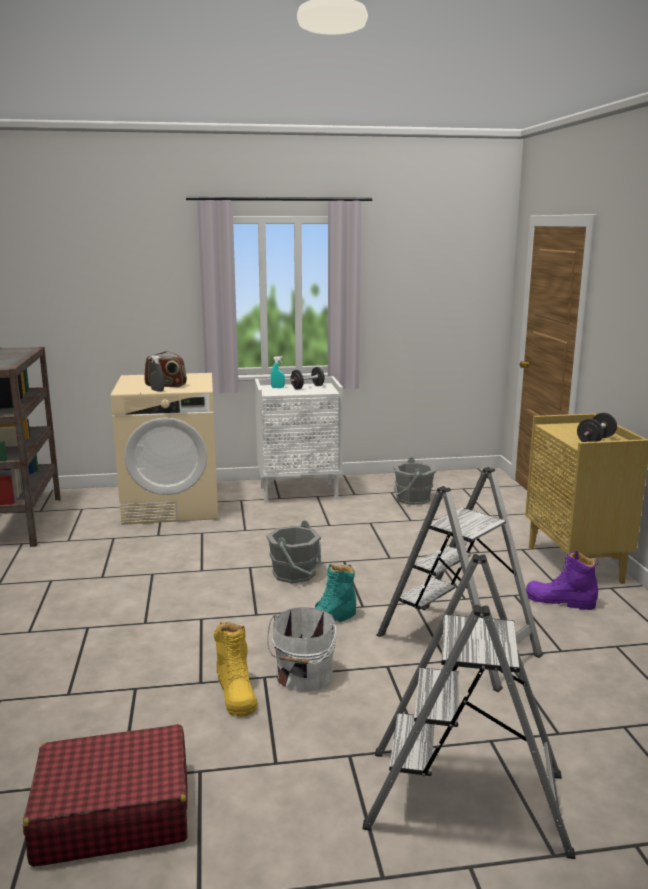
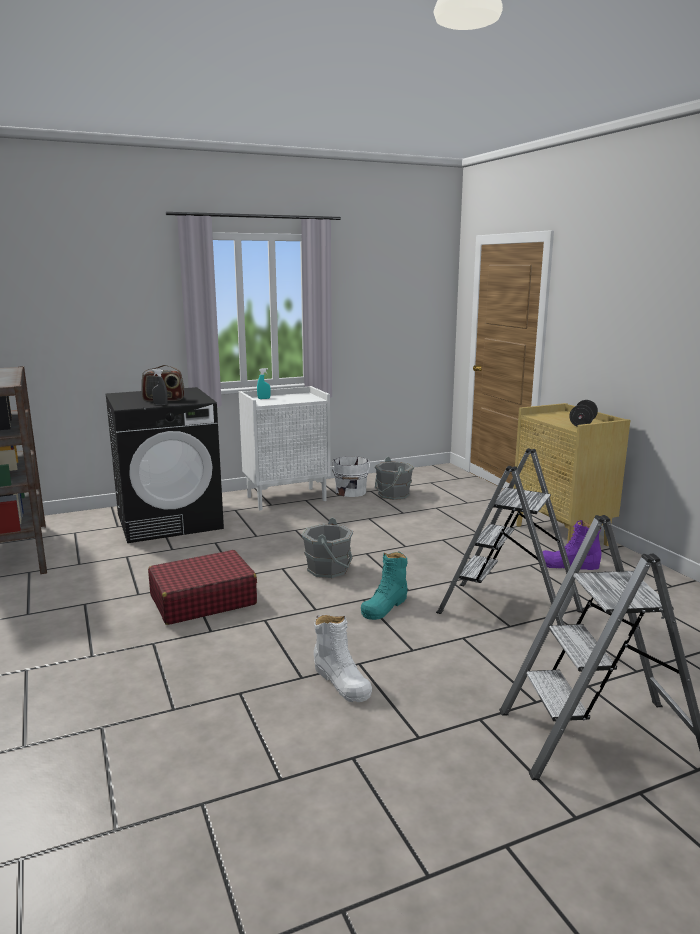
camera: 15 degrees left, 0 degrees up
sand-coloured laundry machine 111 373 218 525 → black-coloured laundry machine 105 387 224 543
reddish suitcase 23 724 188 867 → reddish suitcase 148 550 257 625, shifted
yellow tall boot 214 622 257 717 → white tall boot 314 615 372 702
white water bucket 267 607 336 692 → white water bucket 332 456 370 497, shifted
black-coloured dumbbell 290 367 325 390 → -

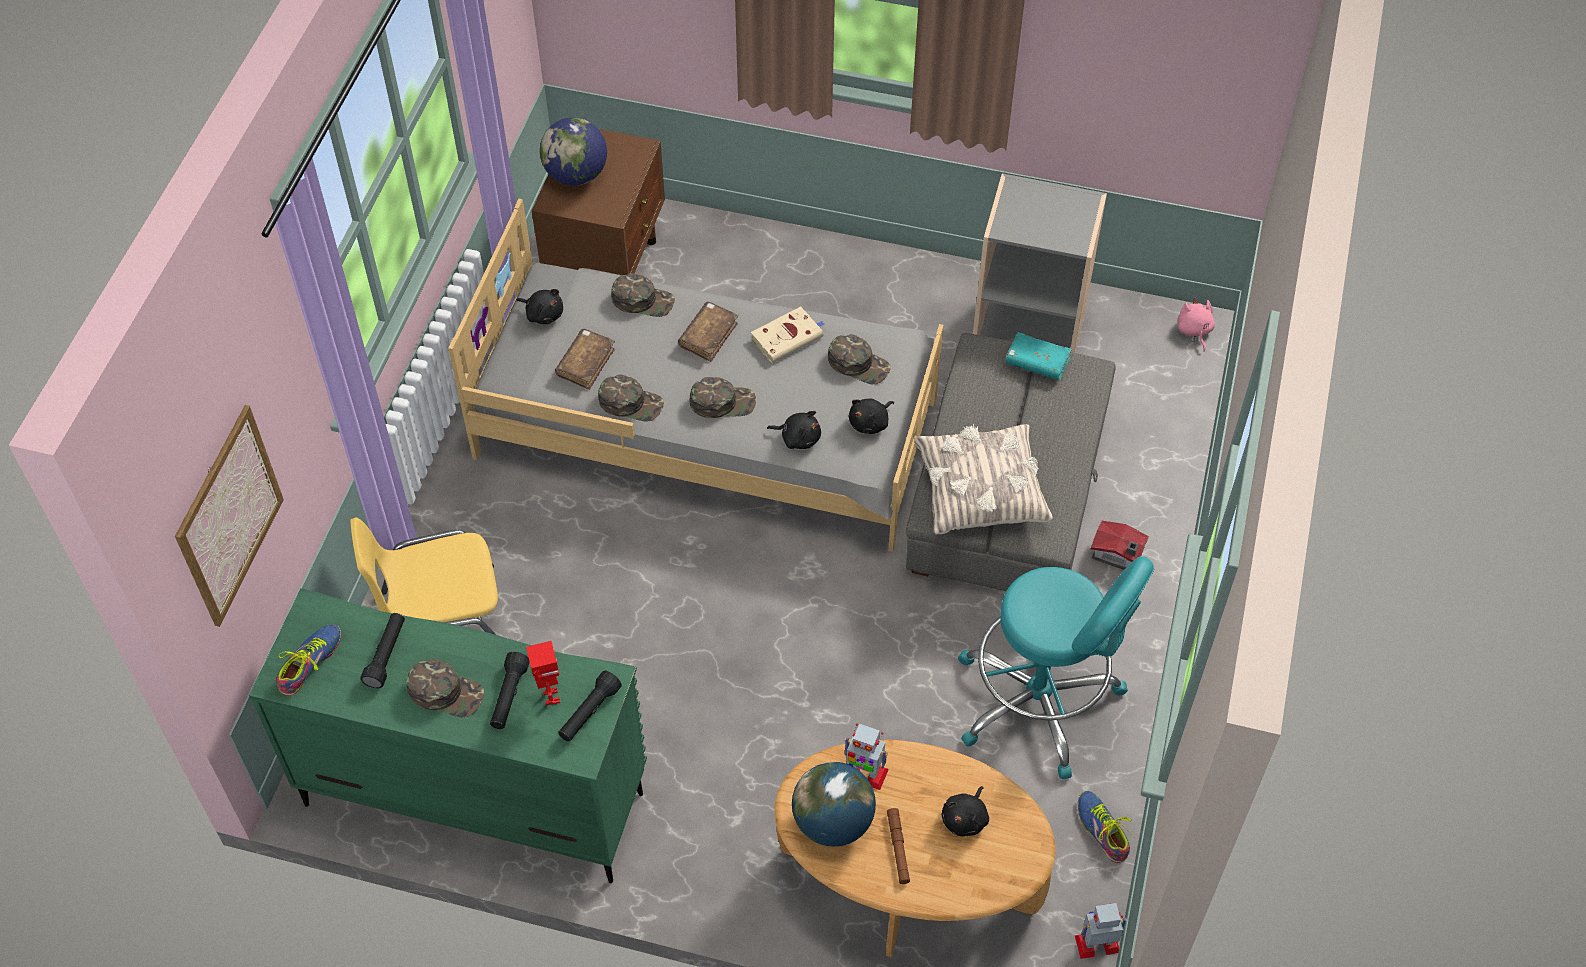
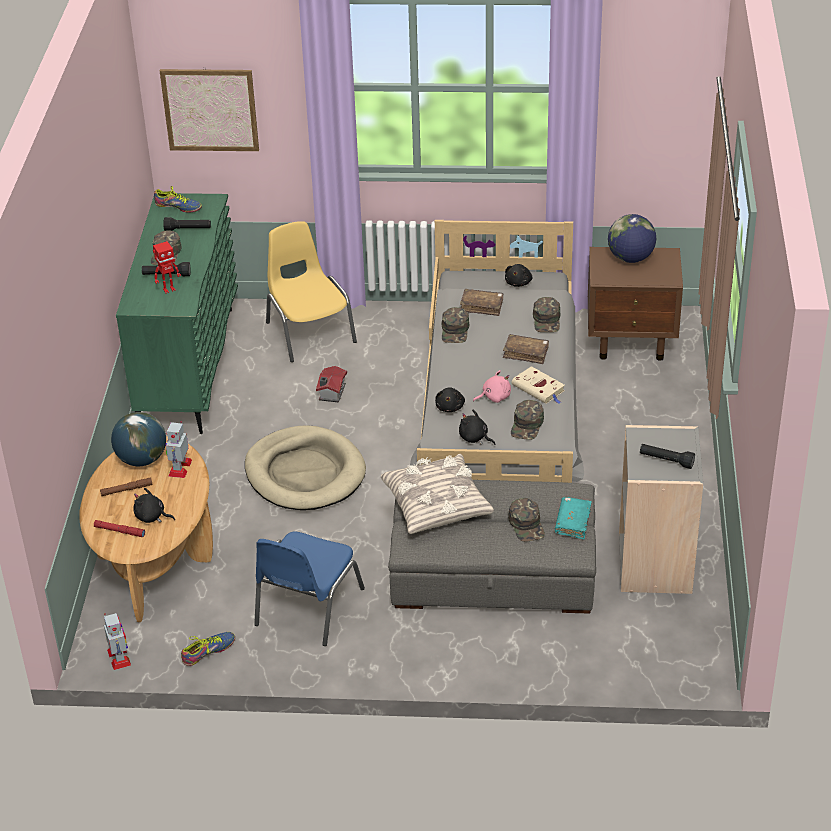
camera: 80 degrees right, 15 degrees down
- → reddish flashlight 94 520 145 537
- → sand-coloured pet bed 245 425 366 510
turquoise-coloured sitting stool 958 556 1154 779 → blue plain chair 254 531 365 646
model house 1091 521 1149 570 → model house 316 366 347 403, shifted
pink plush toy 1178 297 1215 352 → pink plush toy 473 370 511 403, shifted
green-coloured peaked cap 689 377 756 418 → green-coloured peaked cap 508 498 545 542, shifted
black-coloured flashlight 558 671 622 742 → black-coloured flashlight 640 444 695 469, shifted

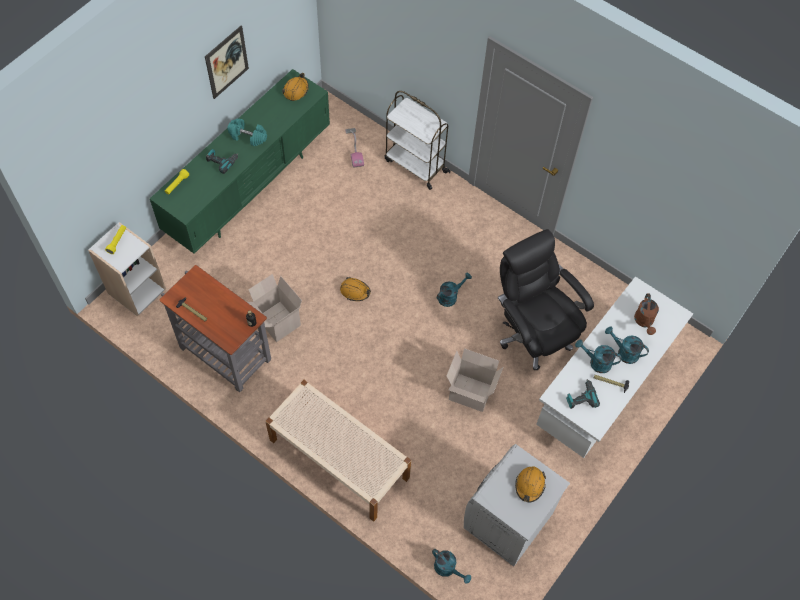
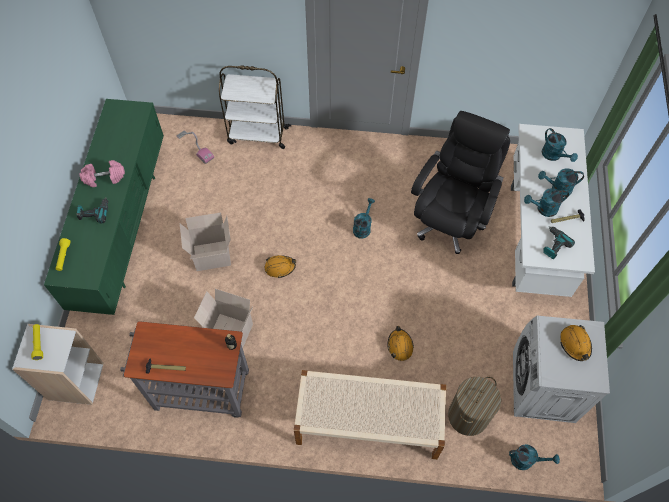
camera: 30 degrees left, 0 degrees up
turquoise-coloured dumbbell 227 118 267 146 → pink dumbbell 80 160 125 187
packing box 447 348 503 412 → packing box 180 212 231 271, shifted
orange-coloured safety helmet 282 73 309 101 → orange-coloured safety helmet 387 326 414 361, shifted
black-coloured desk chair 498 229 594 371 → black-coloured desk chair 411 111 510 254, 90 degrees clockwise
- → laundry basket 448 377 501 436
brown watering pot 634 293 659 335 → turquoise-coloured watering pot 542 128 578 162
picture 205 25 249 99 → -

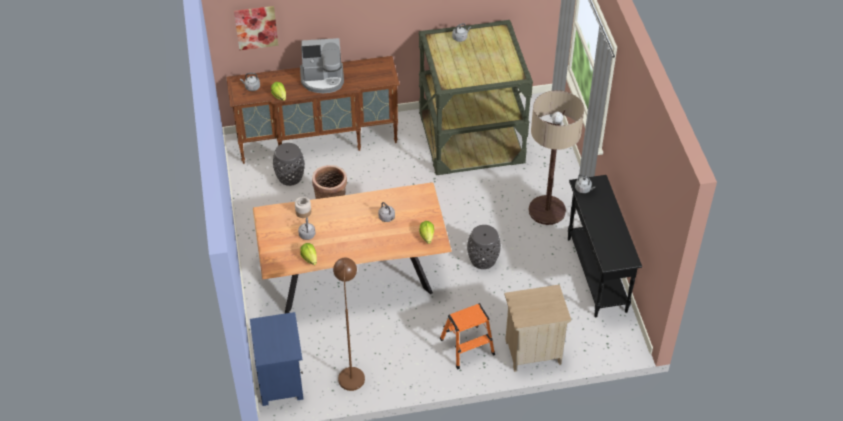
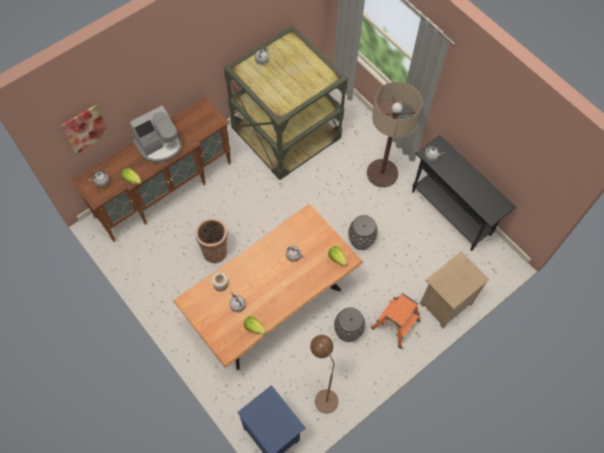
camera: 30 degrees left, 15 degrees up
greyish sitting stool 273 143 305 186 → greyish sitting stool 334 307 365 342, shifted

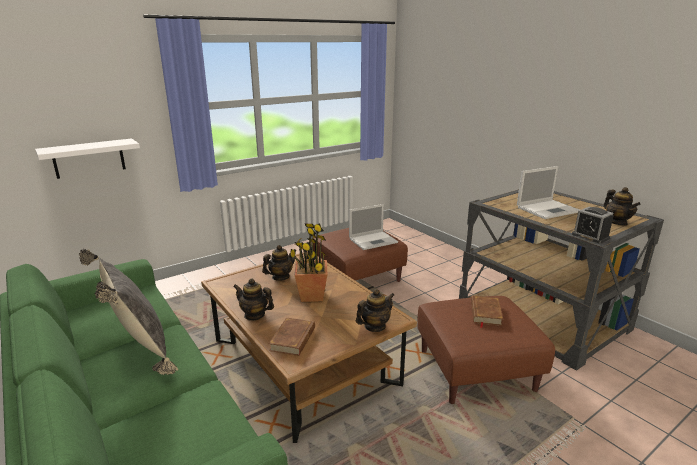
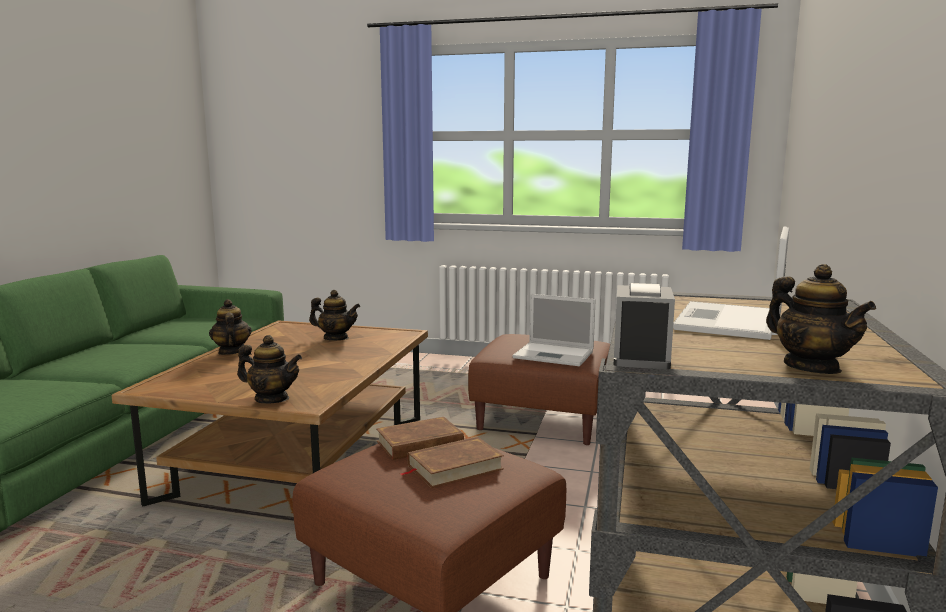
camera: 50 degrees right, 10 degrees down
brown volume 269 318 315 356 → brown volume 376 417 464 460, shifted
laptop 517 166 580 219 → laptop 673 226 789 340, 90 degrees clockwise
teapot 604 187 641 225 → teapot 766 264 876 374, 60 degrees counterclockwise
white shelf 35 138 140 179 → -
pillow 79 248 178 375 → -
potted plant 289 223 328 302 → -

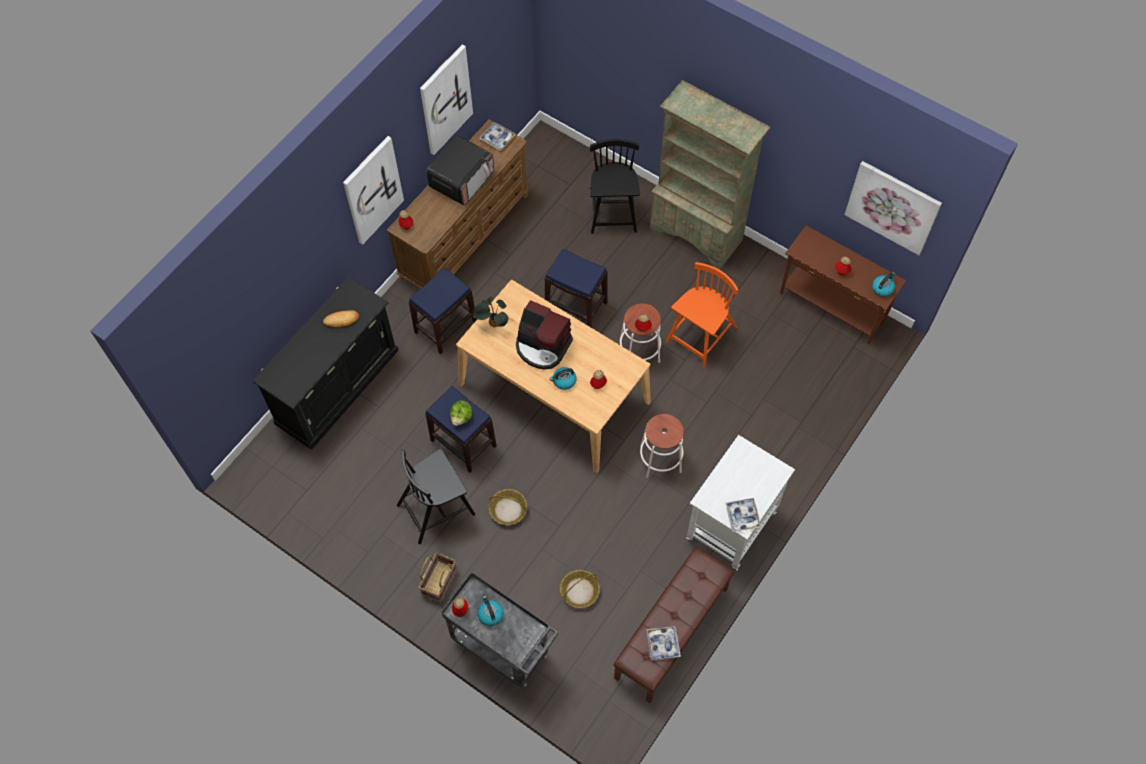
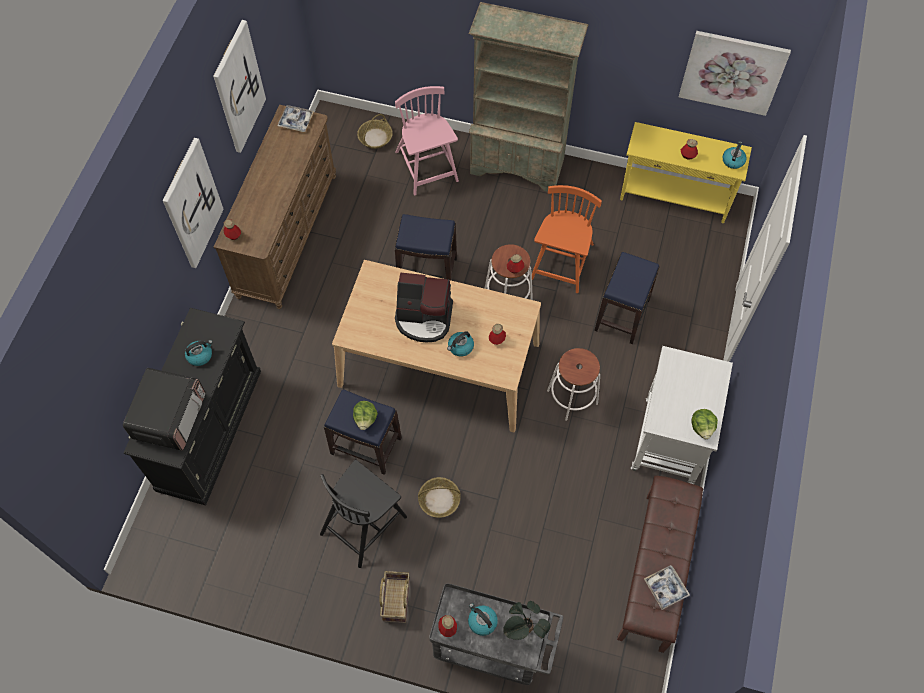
camera: 20 degrees left, 0 degrees up
microwave oven 426 135 494 206 → microwave oven 123 368 205 451, shifted
bread 323 310 359 327 → kettle 185 340 213 366
basket 560 570 600 608 → basket 357 114 393 149, shifted
black-coloured plain chair 590 139 640 234 → pink plain chair 395 86 459 195
potted plant 473 296 508 327 → potted plant 503 601 551 640, shifted
sitting stool 409 268 477 354 → sitting stool 594 252 659 344, shifted
brown console table 780 225 906 344 → yellow console table 620 122 752 223
serving tray 725 498 761 532 → head of lettuce 691 409 718 439

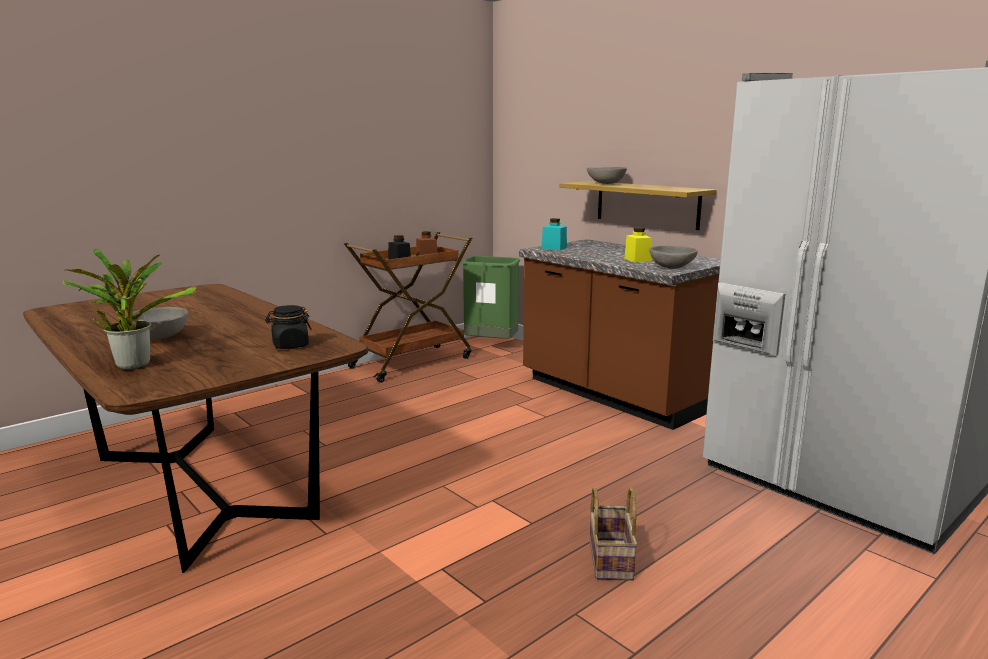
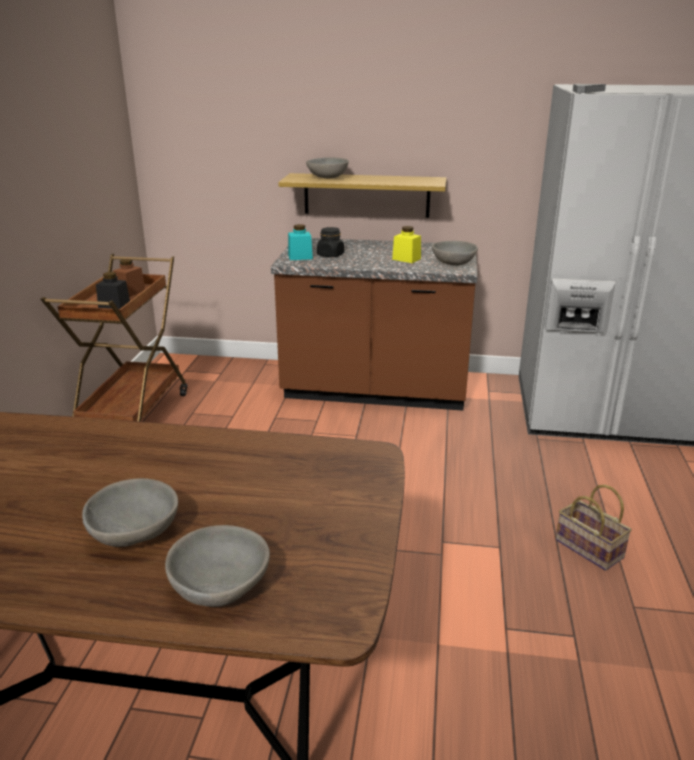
camera: 40 degrees left, 10 degrees up
potted plant 63 249 197 370 → greyish serving bowl 165 525 270 607
black-coloured storage jar 265 305 312 349 → black-coloured storage jar 317 227 344 257, shifted
green-coloured trash can 462 256 520 339 → -

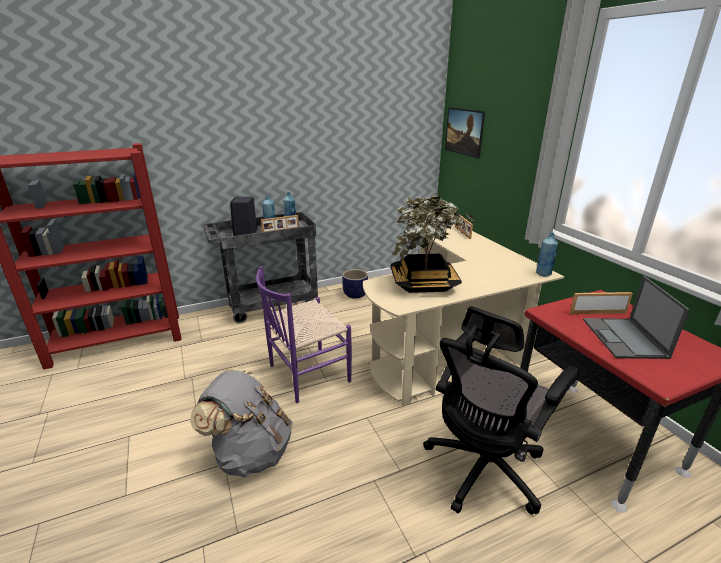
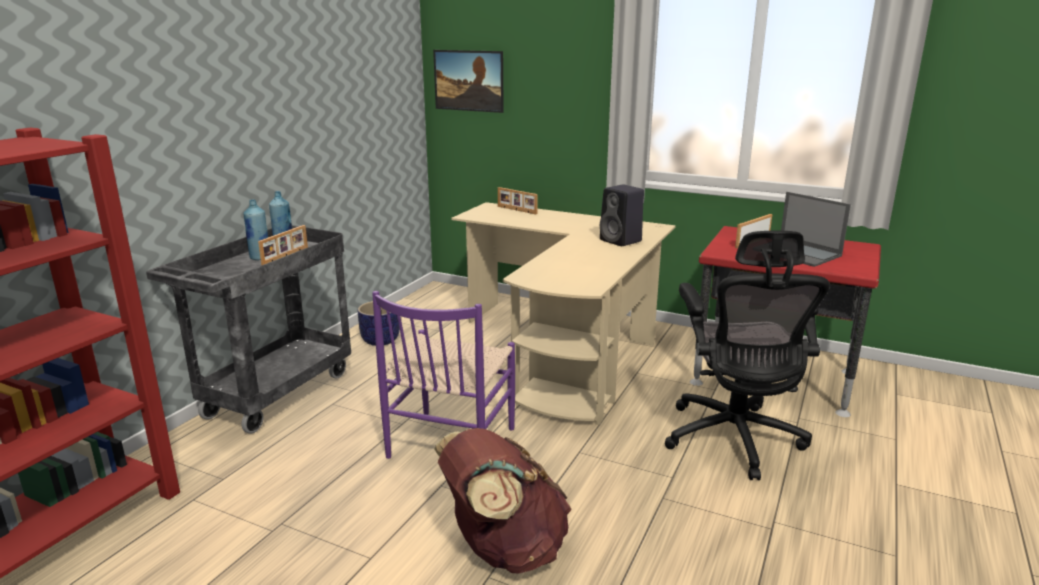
camera: 40 degrees left, 5 degrees down
greyish rucksack 190 368 293 477 → brown rucksack 434 428 572 574
black-coloured speaker 230 197 257 236 → black-coloured speaker 600 184 644 246, shifted
potted plant 391 195 474 293 → -
blue bottle 536 232 558 276 → -

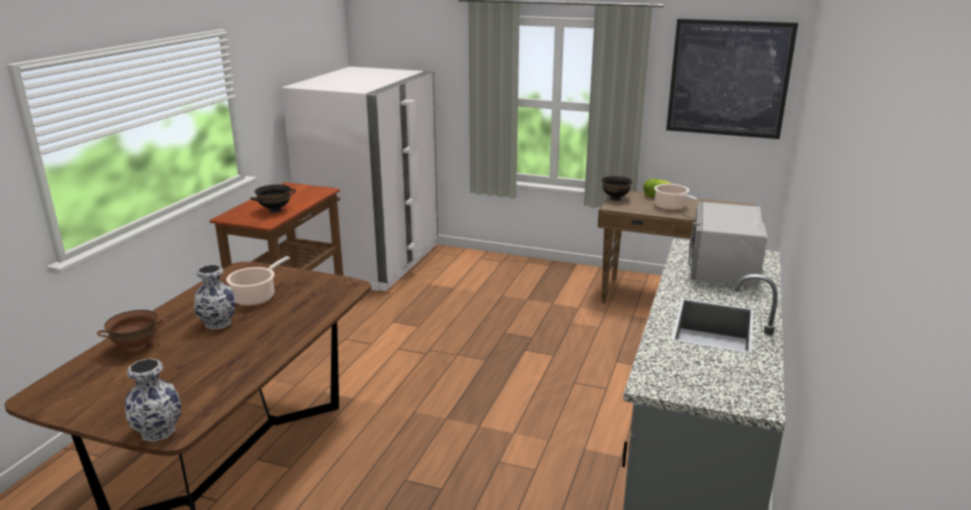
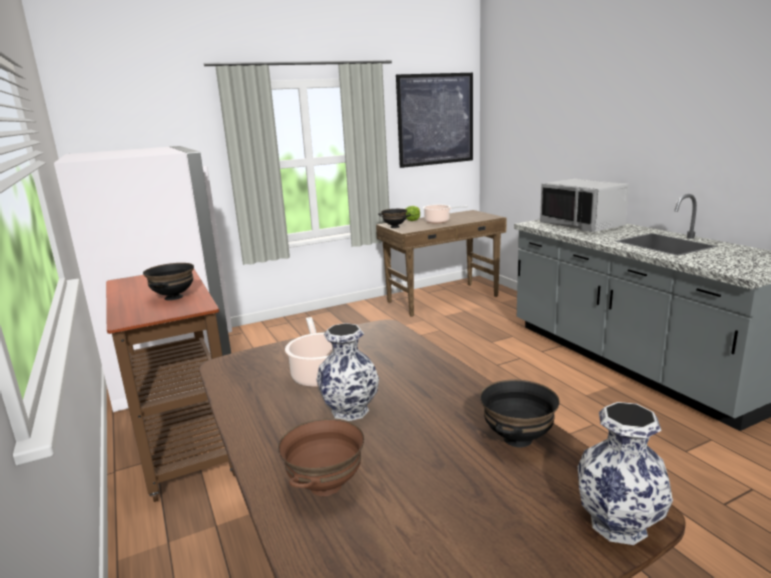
camera: 45 degrees left, 5 degrees down
- → black-coloured serving bowl 480 379 560 447

